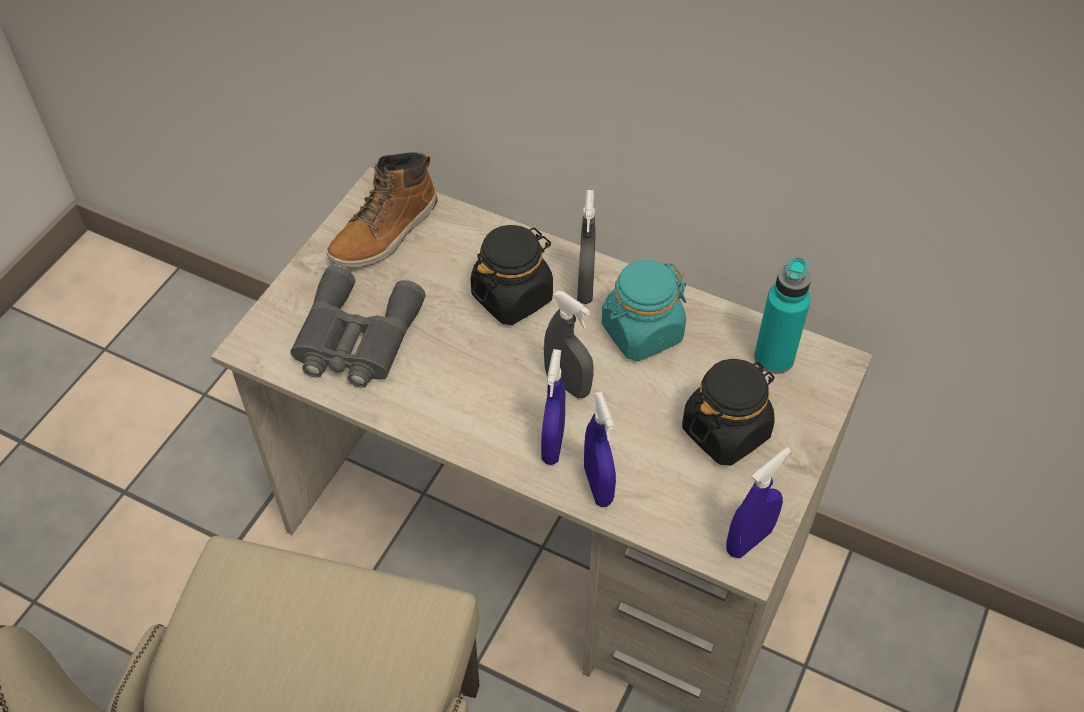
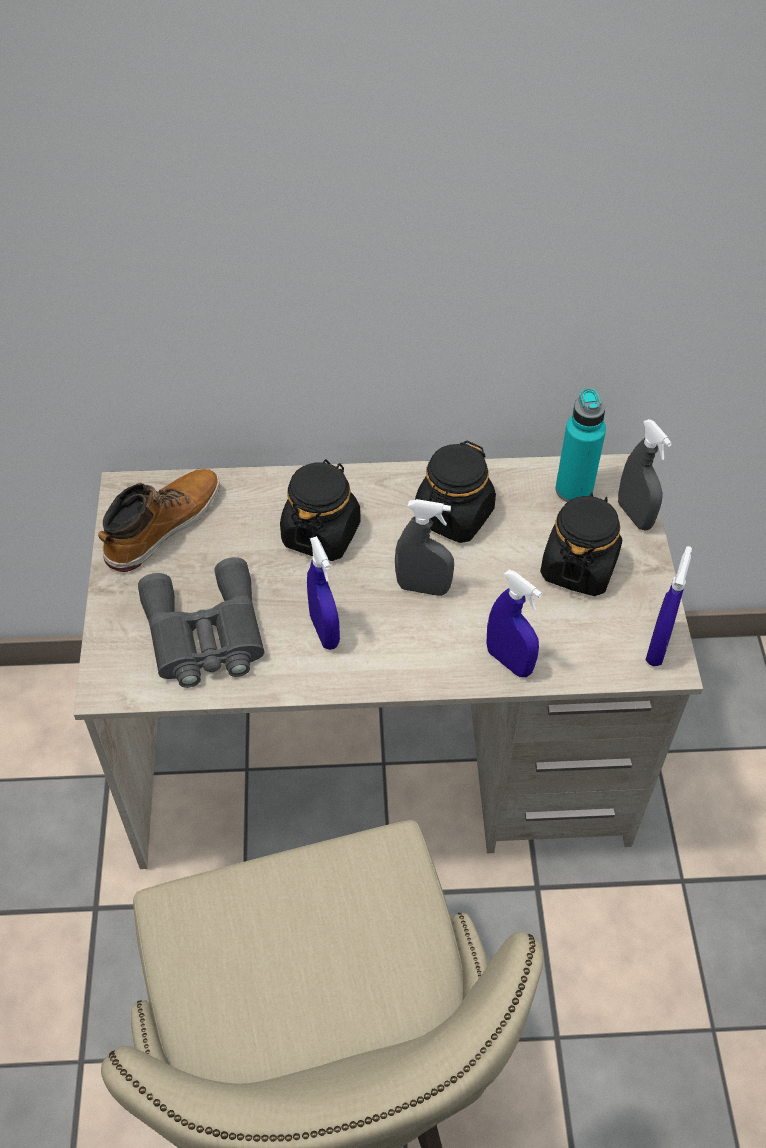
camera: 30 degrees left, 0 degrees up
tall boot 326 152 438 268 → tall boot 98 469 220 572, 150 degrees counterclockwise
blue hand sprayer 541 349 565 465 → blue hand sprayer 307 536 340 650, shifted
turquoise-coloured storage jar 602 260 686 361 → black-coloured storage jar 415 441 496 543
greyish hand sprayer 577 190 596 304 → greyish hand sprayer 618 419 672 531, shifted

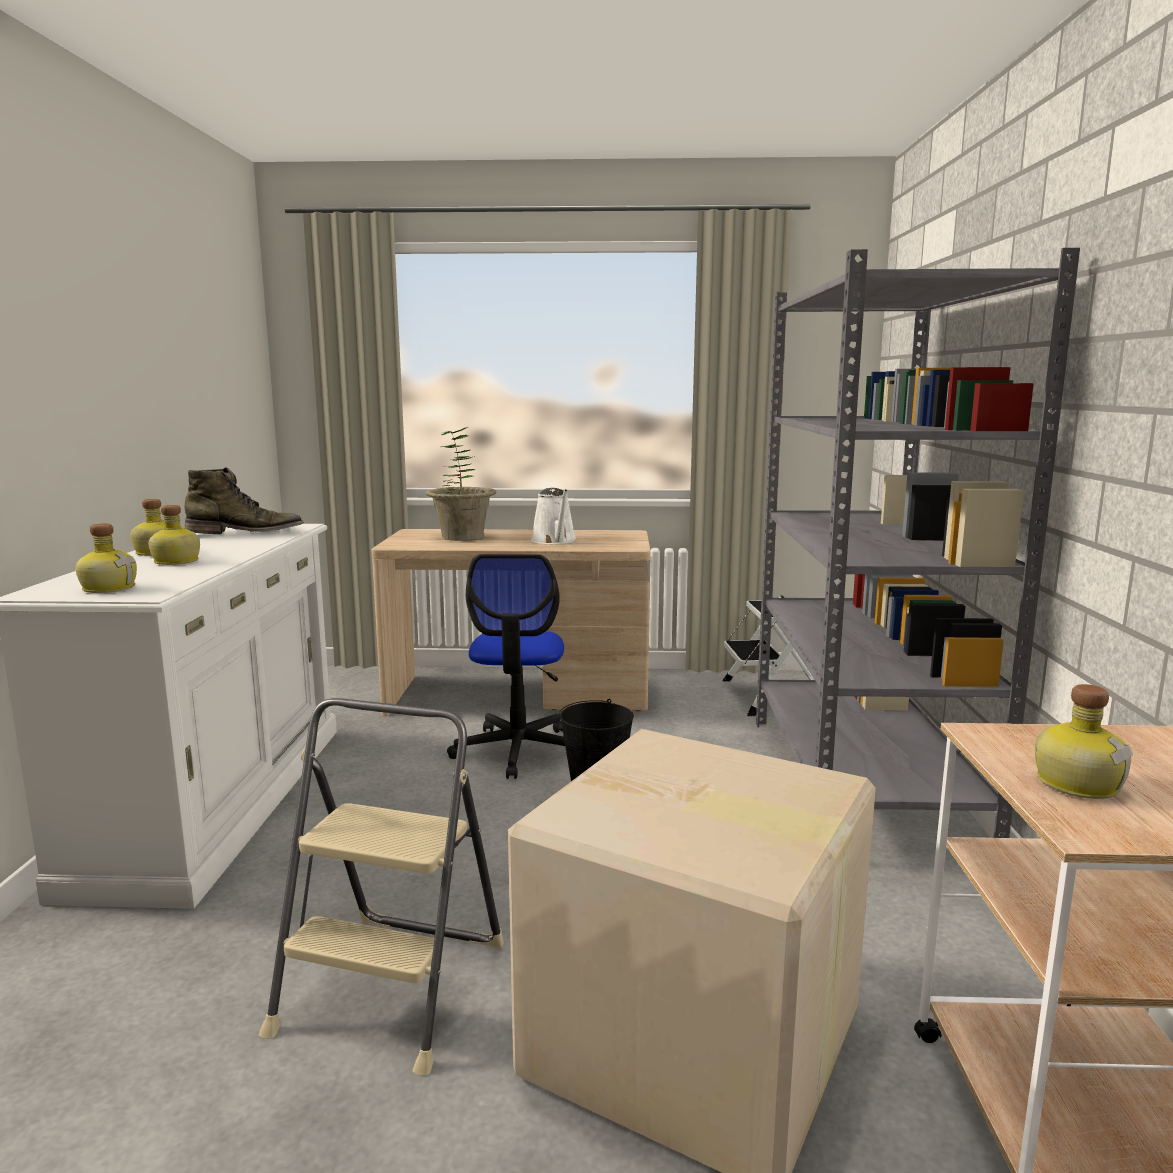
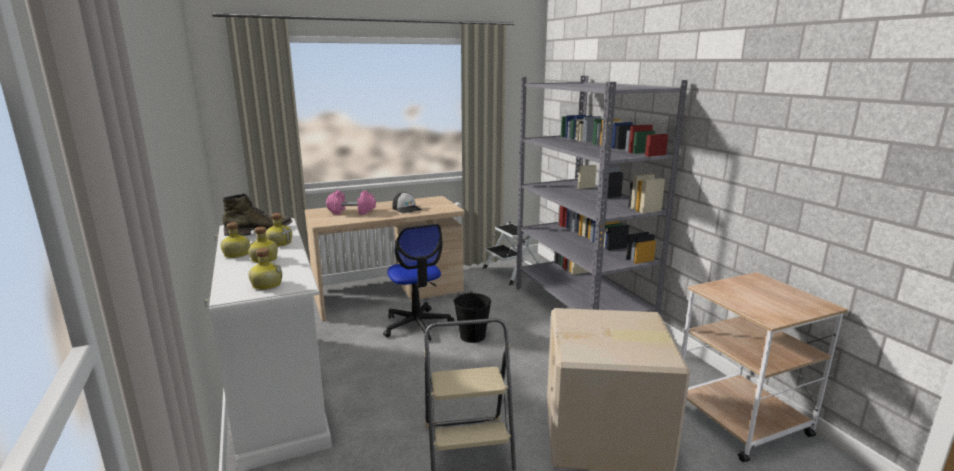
camera: 25 degrees left, 5 degrees up
bottle 1035 684 1133 799 → bottle 265 213 292 246, shifted
potted plant 426 427 496 541 → pink dumbbell 326 190 376 215
white watering pot 531 488 576 544 → peaked cap 392 192 422 213

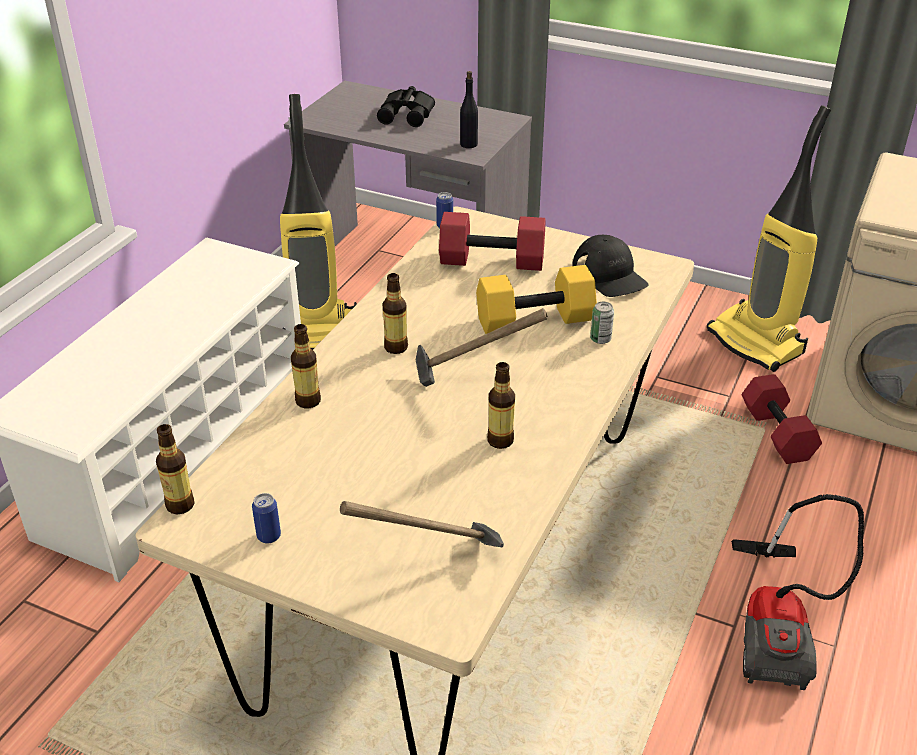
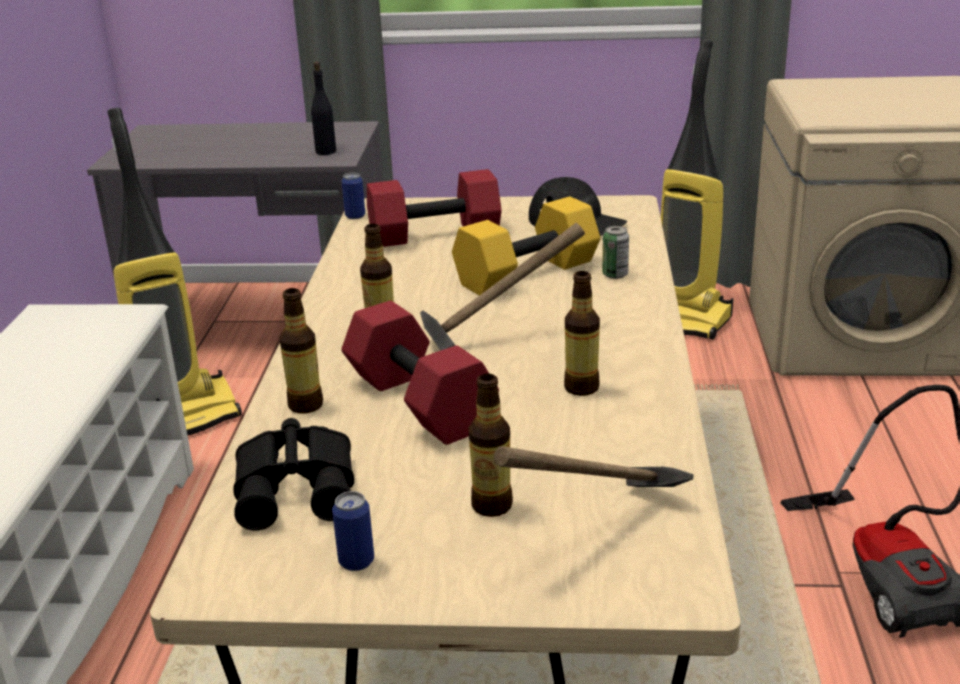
camera: 20 degrees left, 10 degrees down
black-coloured pair of binoculars 377 86 435 127 → black-coloured pair of binoculars 233 418 354 531, shifted
reddish dumbbell 742 374 822 464 → reddish dumbbell 341 301 499 445, shifted
bottle 156 424 195 514 → bottle 469 373 513 517, shifted

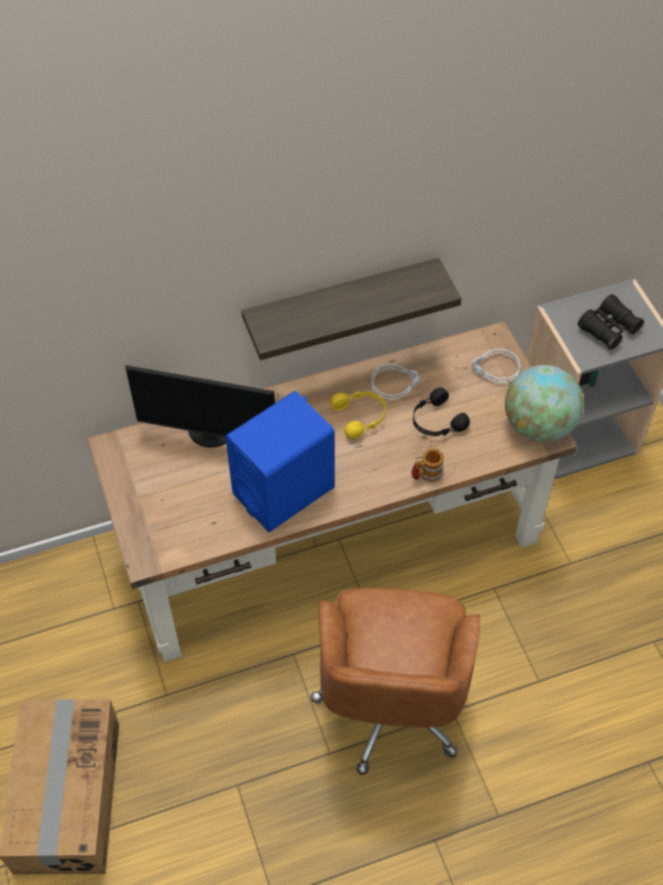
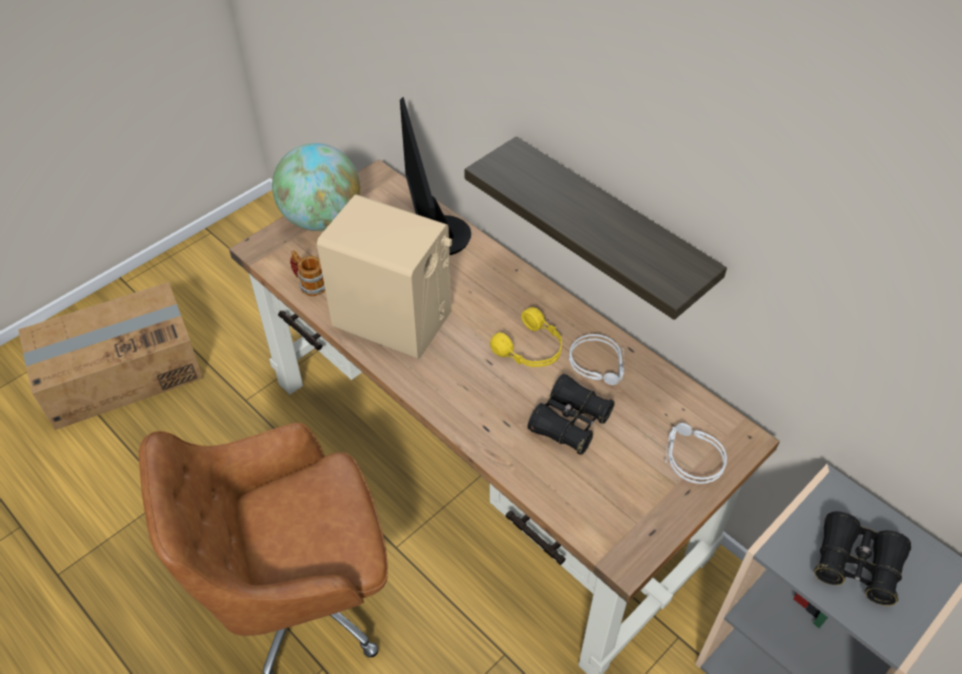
camera: 65 degrees right, 5 degrees down
world globe 505 365 584 442 → world globe 272 143 360 231, shifted
tea mug 411 448 444 482 → tea mug 290 250 325 296, shifted
blue speaker 225 391 335 532 → sand-coloured speaker 317 194 452 359
black-coloured pair of headphones 413 387 470 436 → black-coloured pair of binoculars 528 374 615 455

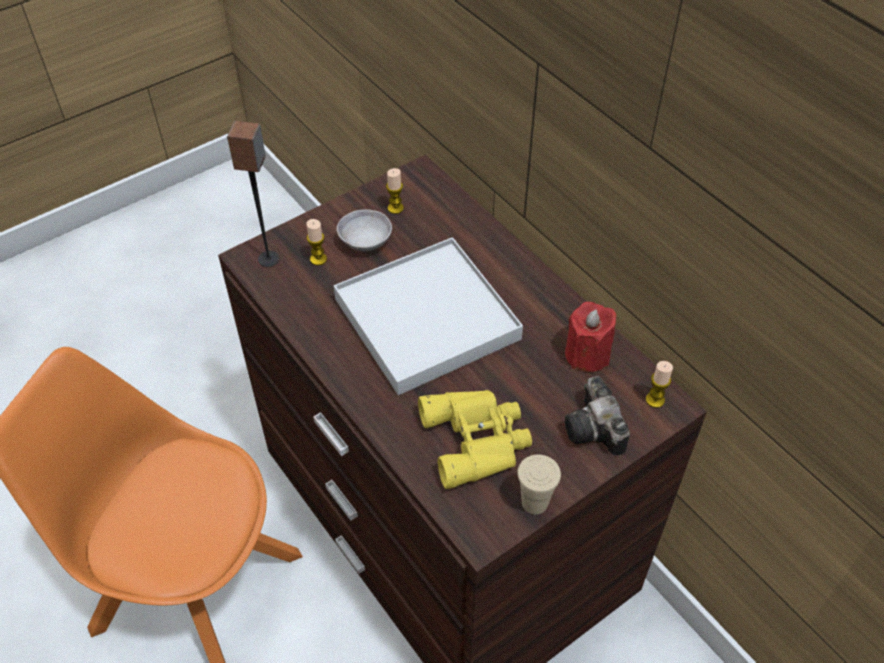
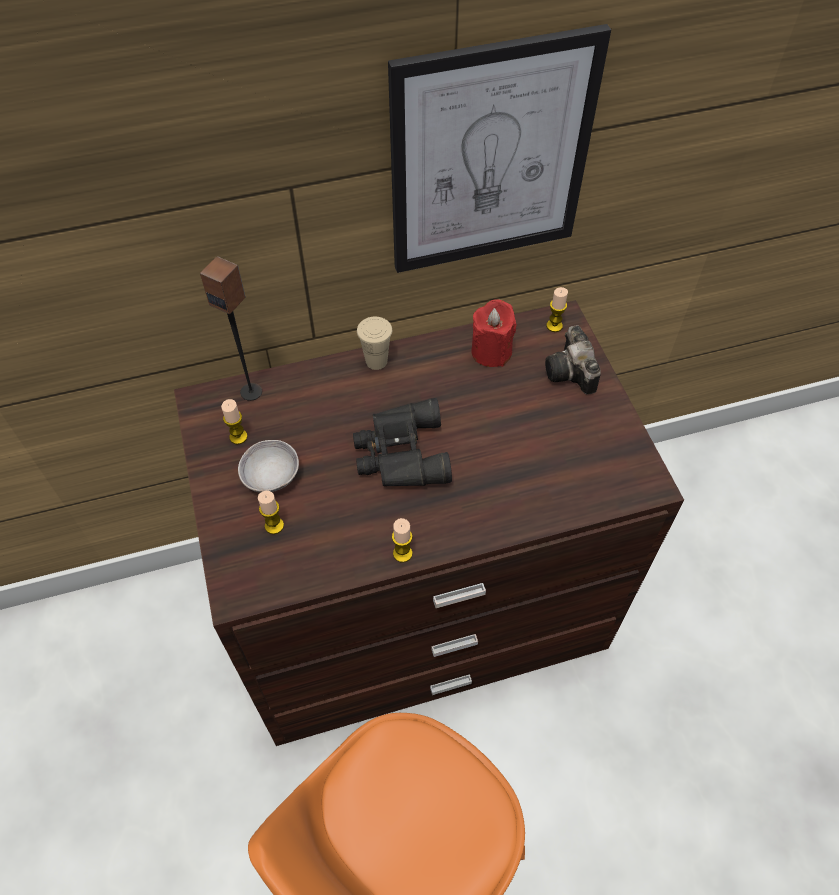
camera: 70 degrees left, 5 degrees up
speaker 227 121 280 267 → speaker 200 256 262 401, shifted
white serving tray 334 237 523 395 → black-coloured pair of binoculars 353 398 452 486
sand-coloured drinking cup 517 454 561 514 → sand-coloured drinking cup 357 317 392 370, shifted
- → picture 388 24 611 273
- → candle 392 518 413 563
still camera 565 376 630 456 → still camera 545 325 601 394, 75 degrees clockwise
yellow pair of binoculars 418 390 532 489 → -

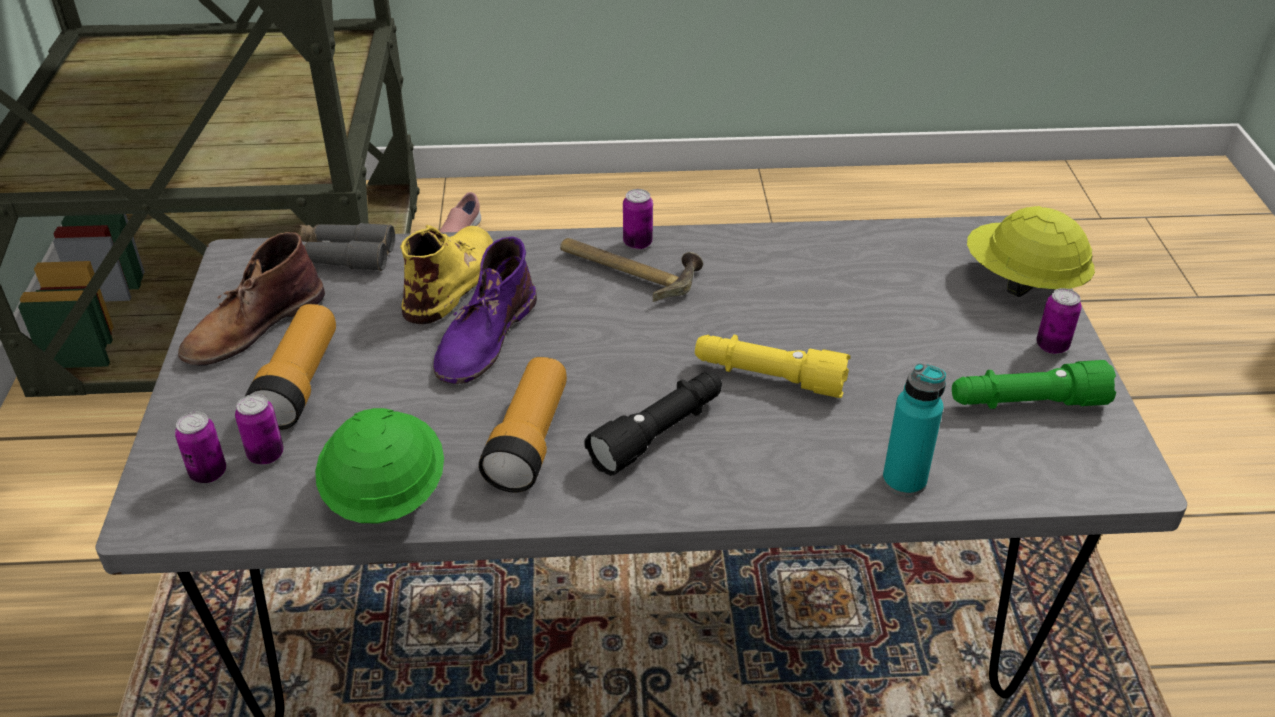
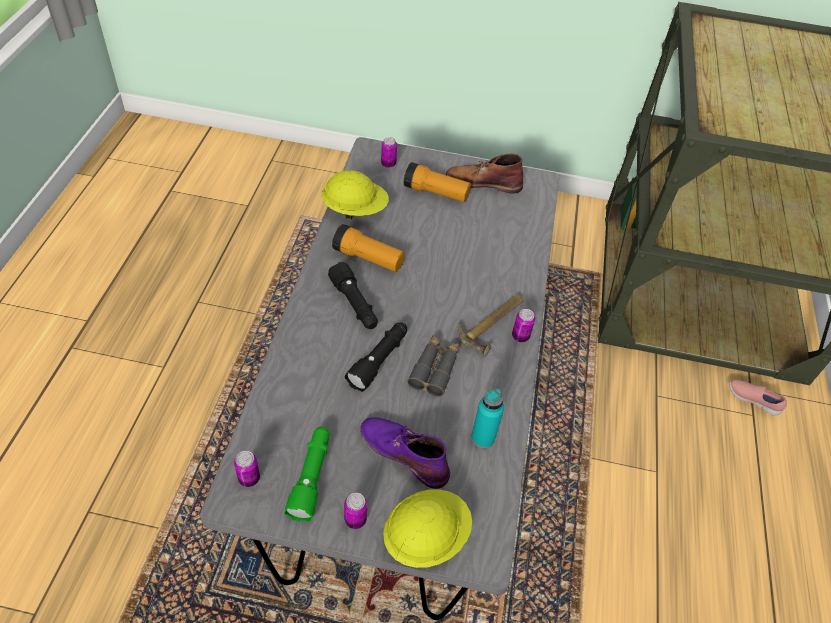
camera: 100 degrees right, 10 degrees up
sealed can 235 394 284 465 → sealed can 234 451 260 487, shifted
green-coloured safety helmet 315 408 444 524 → yellow safety helmet 322 170 389 219
yellow flashlight 695 335 851 398 → black-coloured flashlight 345 322 407 392
purple tall boot 433 237 537 384 → purple tall boot 360 417 450 489, shifted
greyish pair of binoculars 300 223 395 271 → greyish pair of binoculars 407 335 459 397, shifted
brown tall boot 178 232 325 366 → brown tall boot 446 153 523 194, 45 degrees counterclockwise
turquoise-coloured bottle 882 363 946 496 → turquoise-coloured bottle 471 389 504 448, shifted
yellow tall boot 400 225 493 324 → -

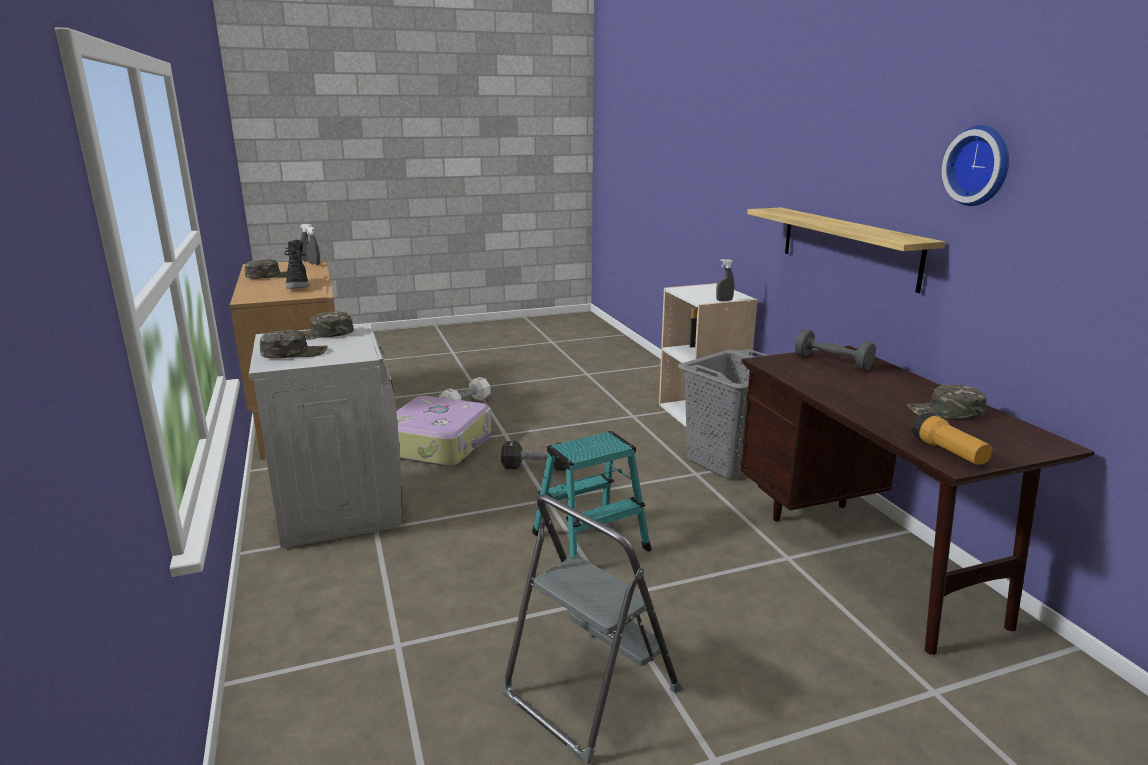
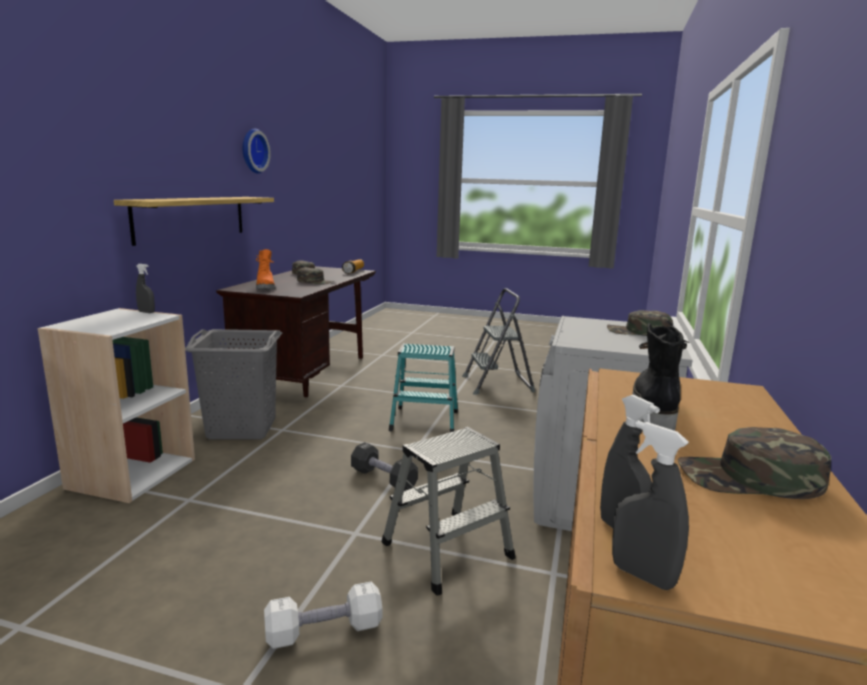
camera: 145 degrees left, 5 degrees down
greyish dumbbell 795 329 876 371 → orange-coloured tall boot 256 249 275 290
green-coloured peaked cap 301 311 353 340 → green-coloured peaked cap 297 267 335 285, shifted
suitcase 396 396 491 467 → greyish step stool 381 427 516 596

